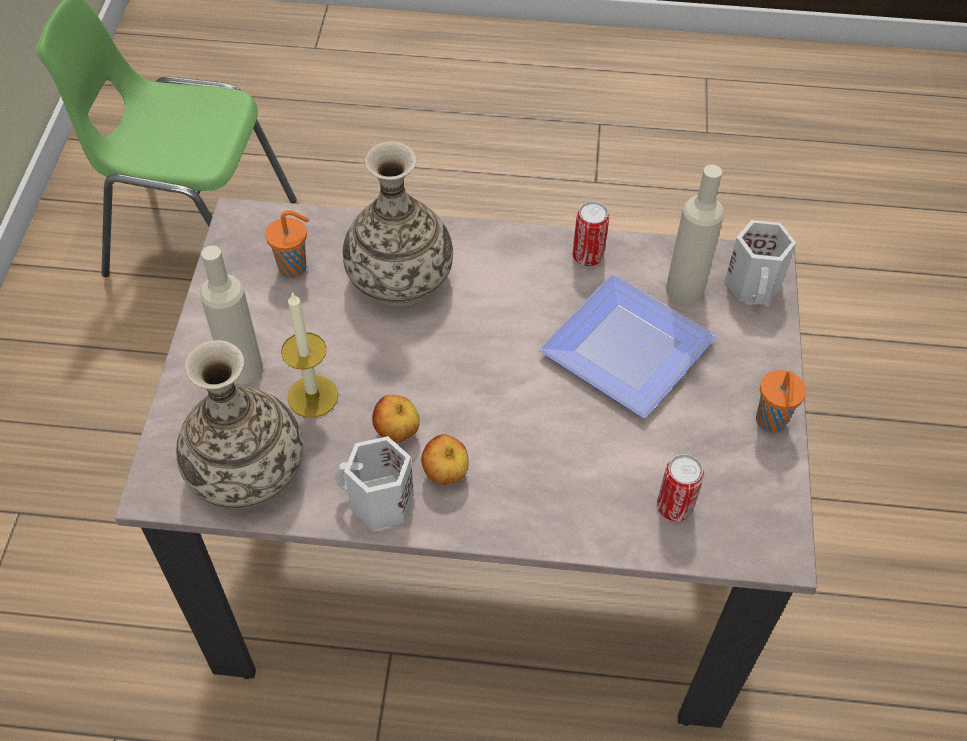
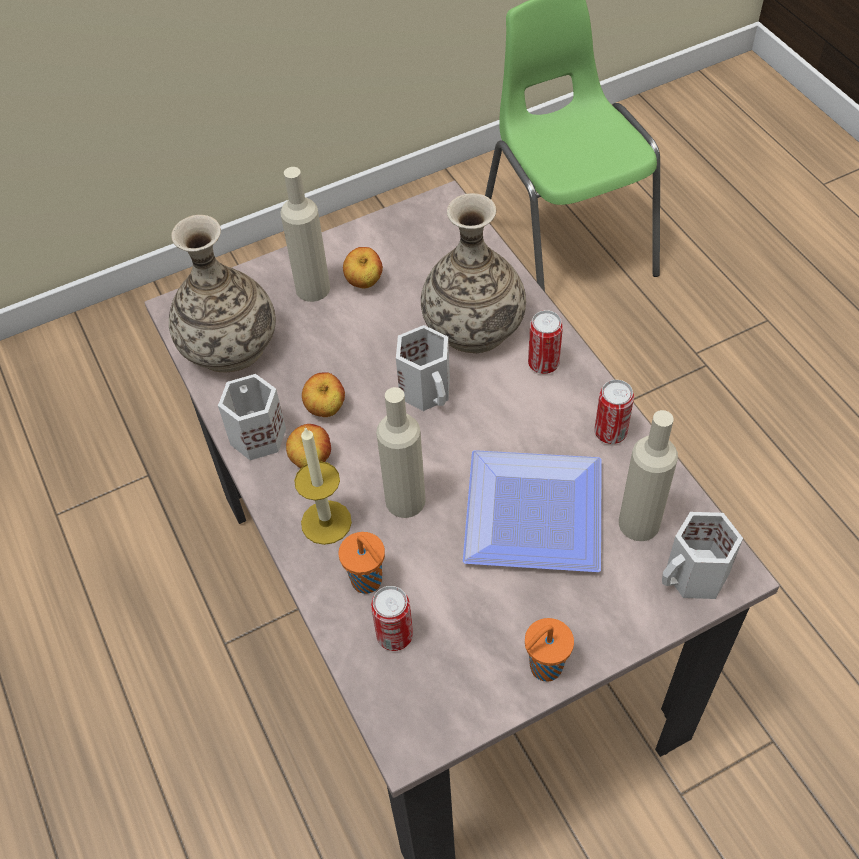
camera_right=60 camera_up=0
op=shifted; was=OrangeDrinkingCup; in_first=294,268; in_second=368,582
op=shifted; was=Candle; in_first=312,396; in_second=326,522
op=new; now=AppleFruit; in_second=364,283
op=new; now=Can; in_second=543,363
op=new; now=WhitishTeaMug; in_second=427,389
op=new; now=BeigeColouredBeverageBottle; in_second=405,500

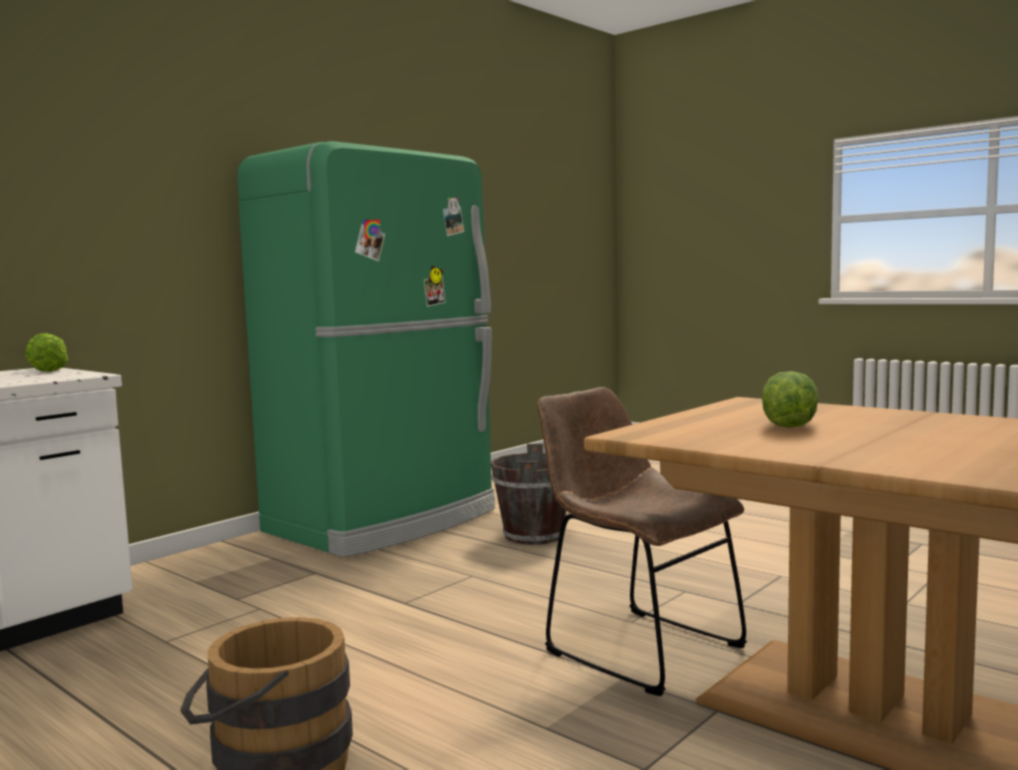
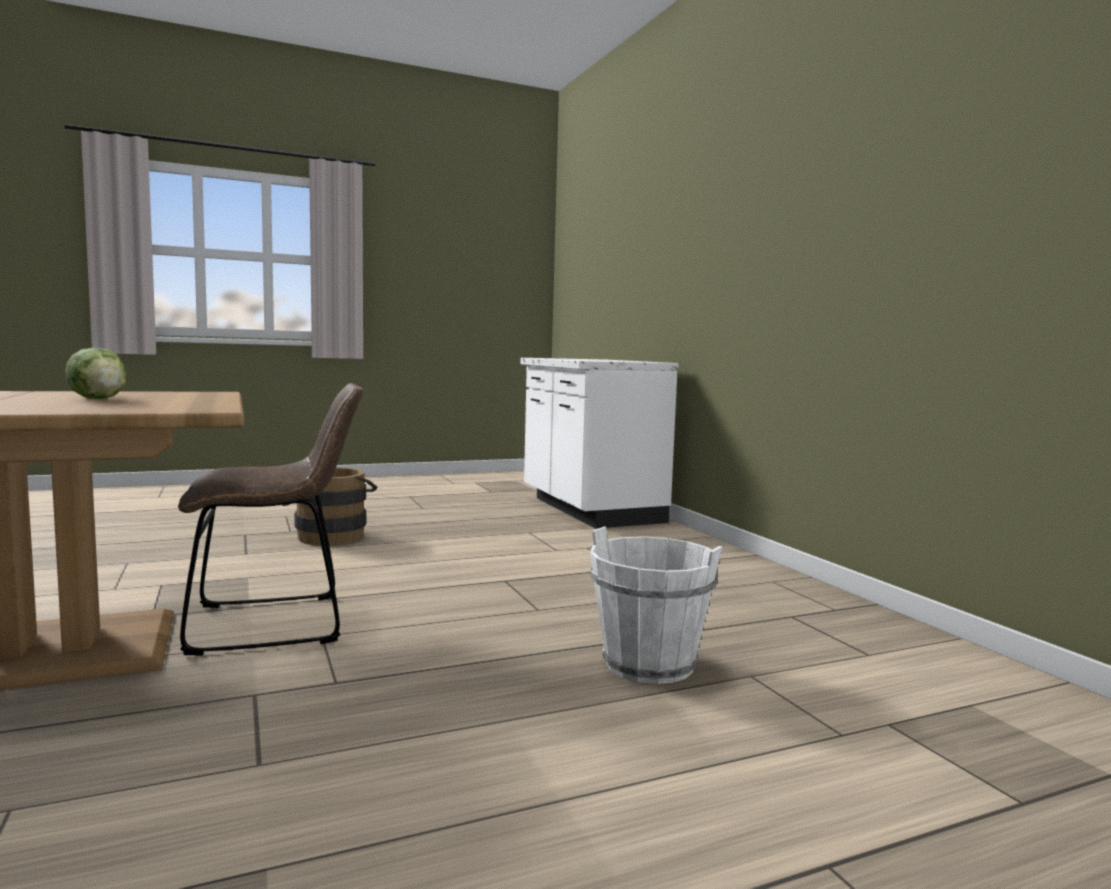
camera_right=115 camera_up=0
op=gone; was=GreenishKitchenFridge; in_first=385,521
op=gone; was=HeadOfLettuce; in_first=50,370
op=repainted; was=BrownPail; now=WhitishPail; in_first=534,536; in_second=648,664

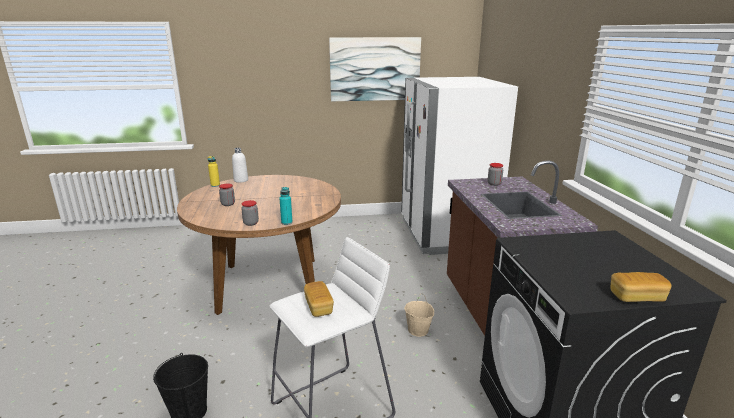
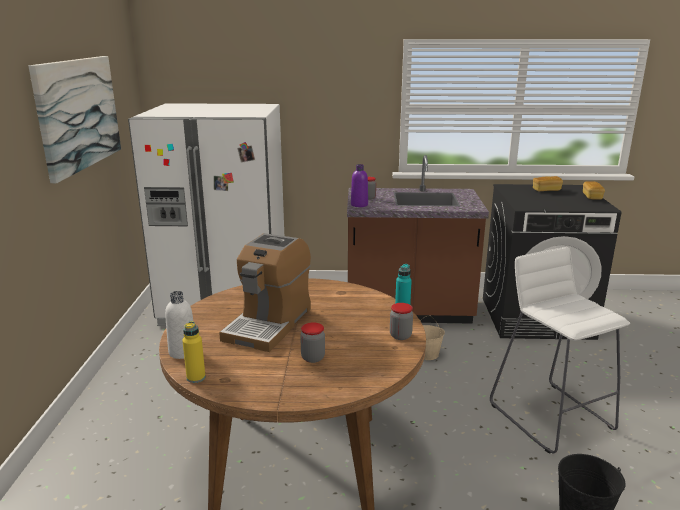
camera_right=-80 camera_up=0
op=shifted; was=BakedBread; in_first=318,307; in_second=546,190
op=new; now=PurpleBeverageBottle; in_second=359,205
op=new; now=CoffeeMachine; in_second=269,323

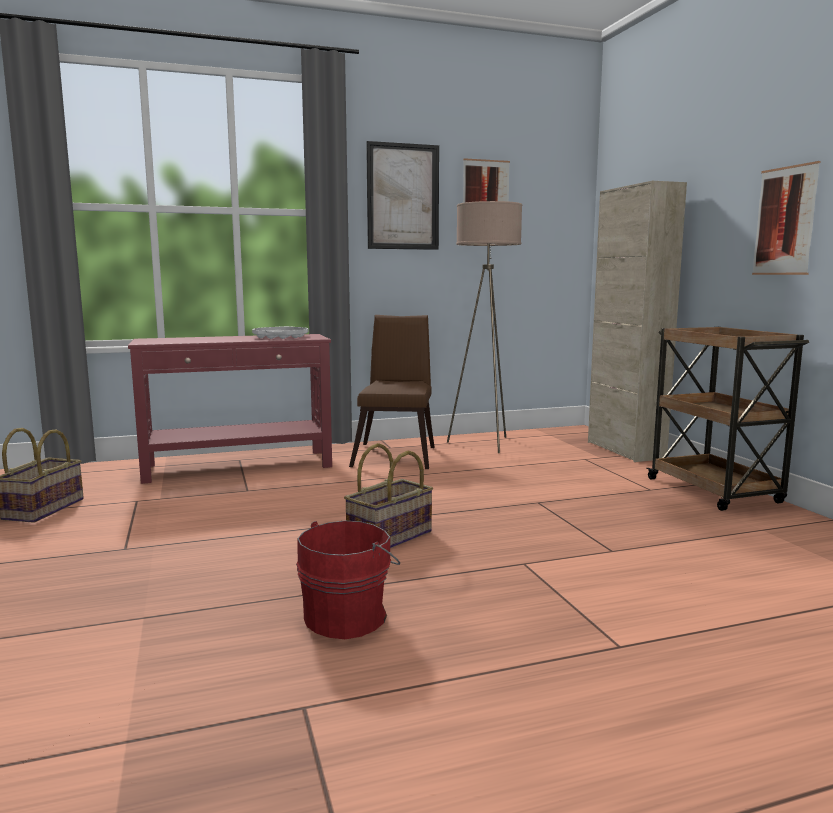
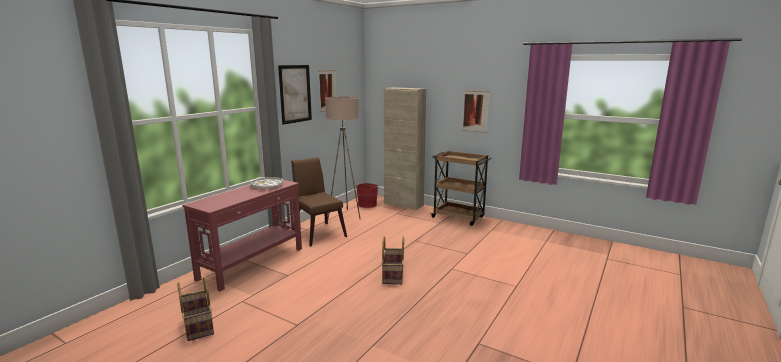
camera_right=-40 camera_up=5
op=shifted; was=RedPail; in_first=349,616; in_second=367,204

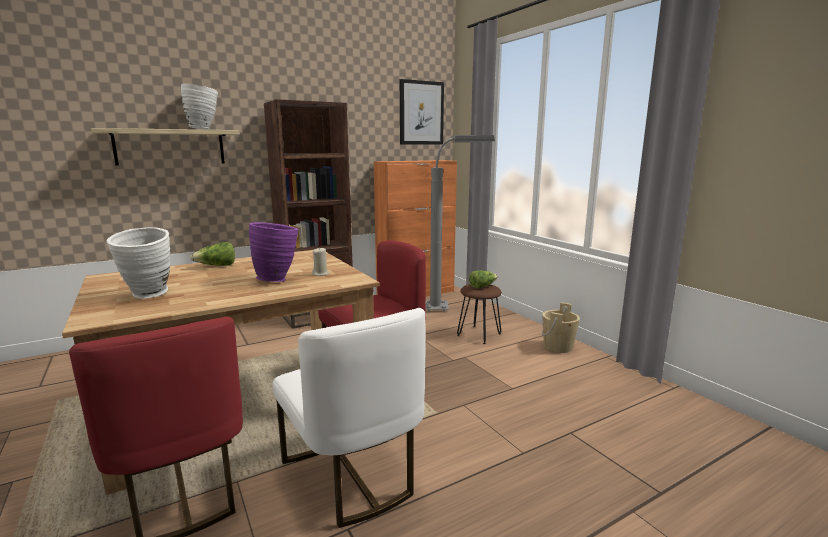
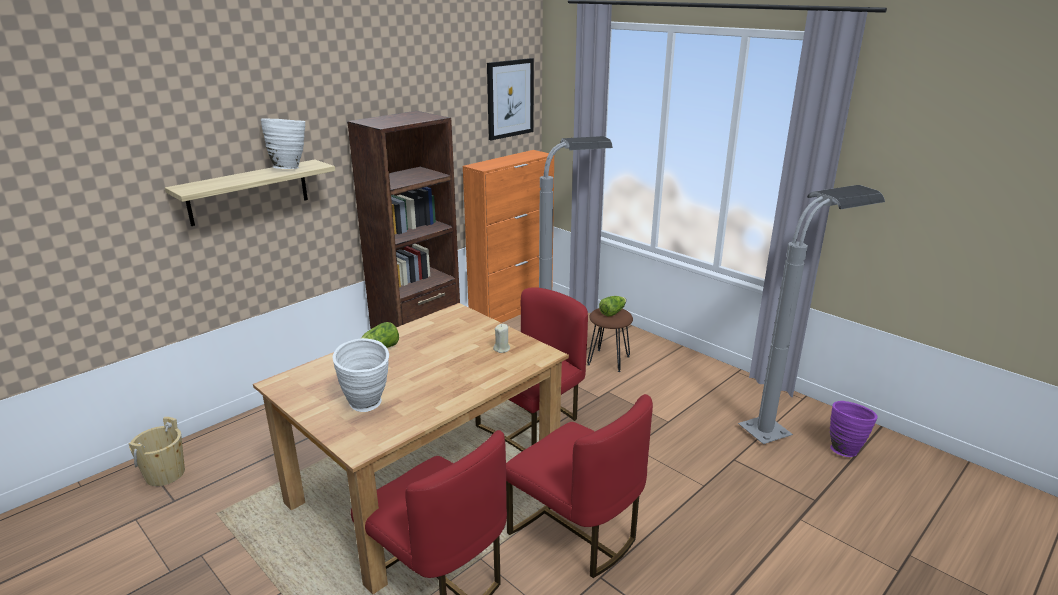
camera_right=-15 camera_up=10
op=shifted; was=PurpleFlowerVase; in_first=278,279; in_second=844,449
op=shifted; was=BeigeColouredPail; in_first=558,347; in_second=165,474
op=repainted; was=WhitishUprightChair; now=RedUprightChair; in_first=352,475; in_second=576,533
op=new; now=GrayFloorLamp; in_second=784,425

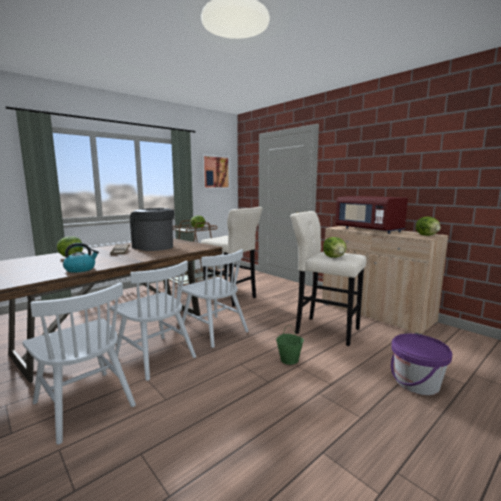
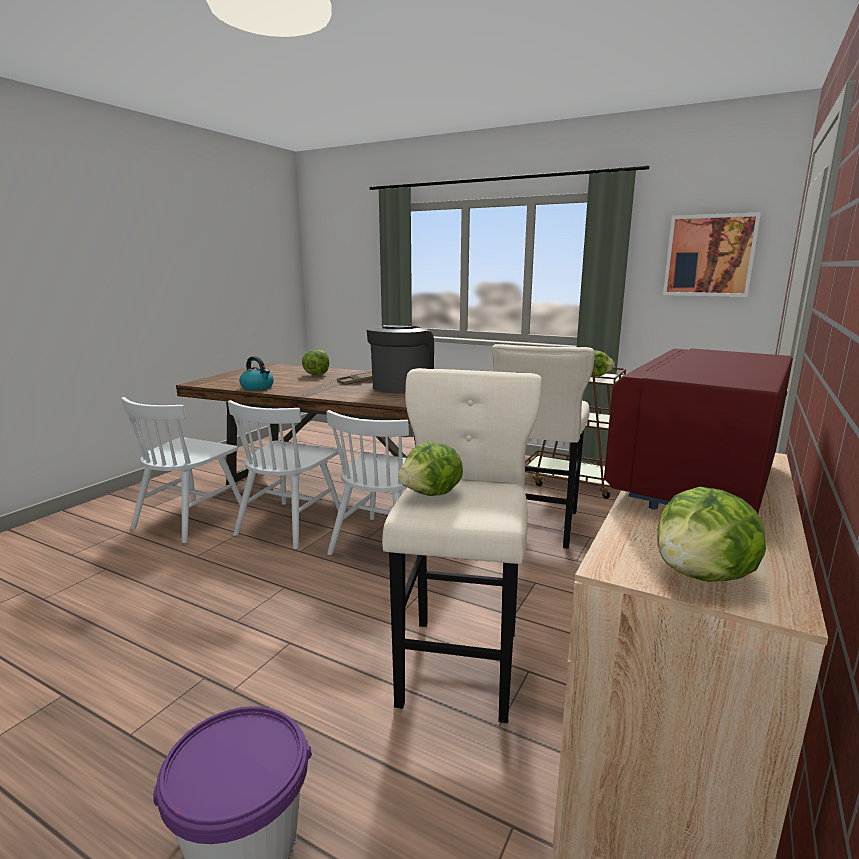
camera_right=70 camera_up=5
op=gone; was=GreenishPail; in_first=289,360

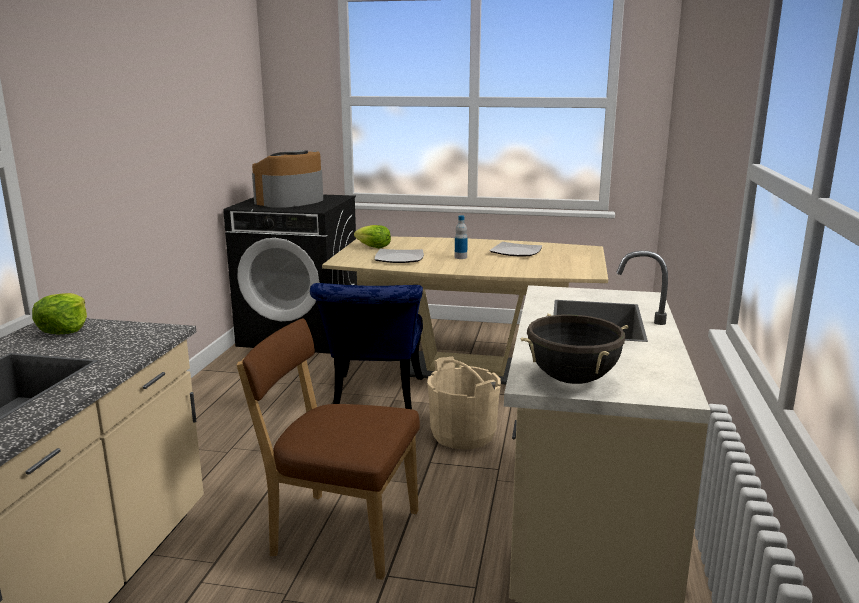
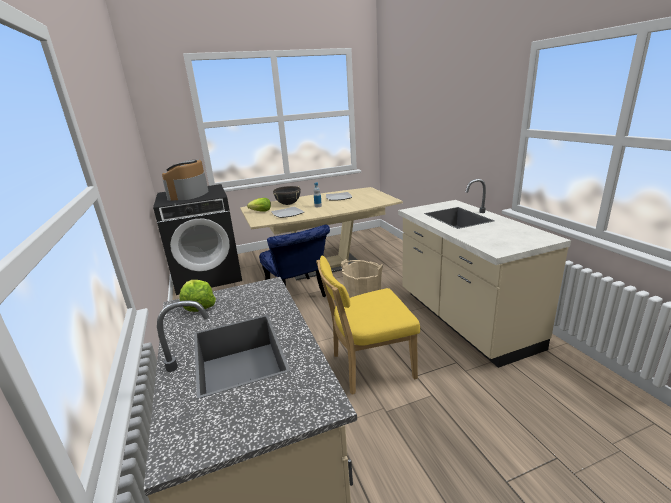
camera_right=-30 camera_up=5
op=shifted; was=BlackColouredCookingPot; in_first=572,379; in_second=288,204
op=repainted; was=BrownUprightChair; now=YellowUprightChair; in_first=339,532; in_second=368,367

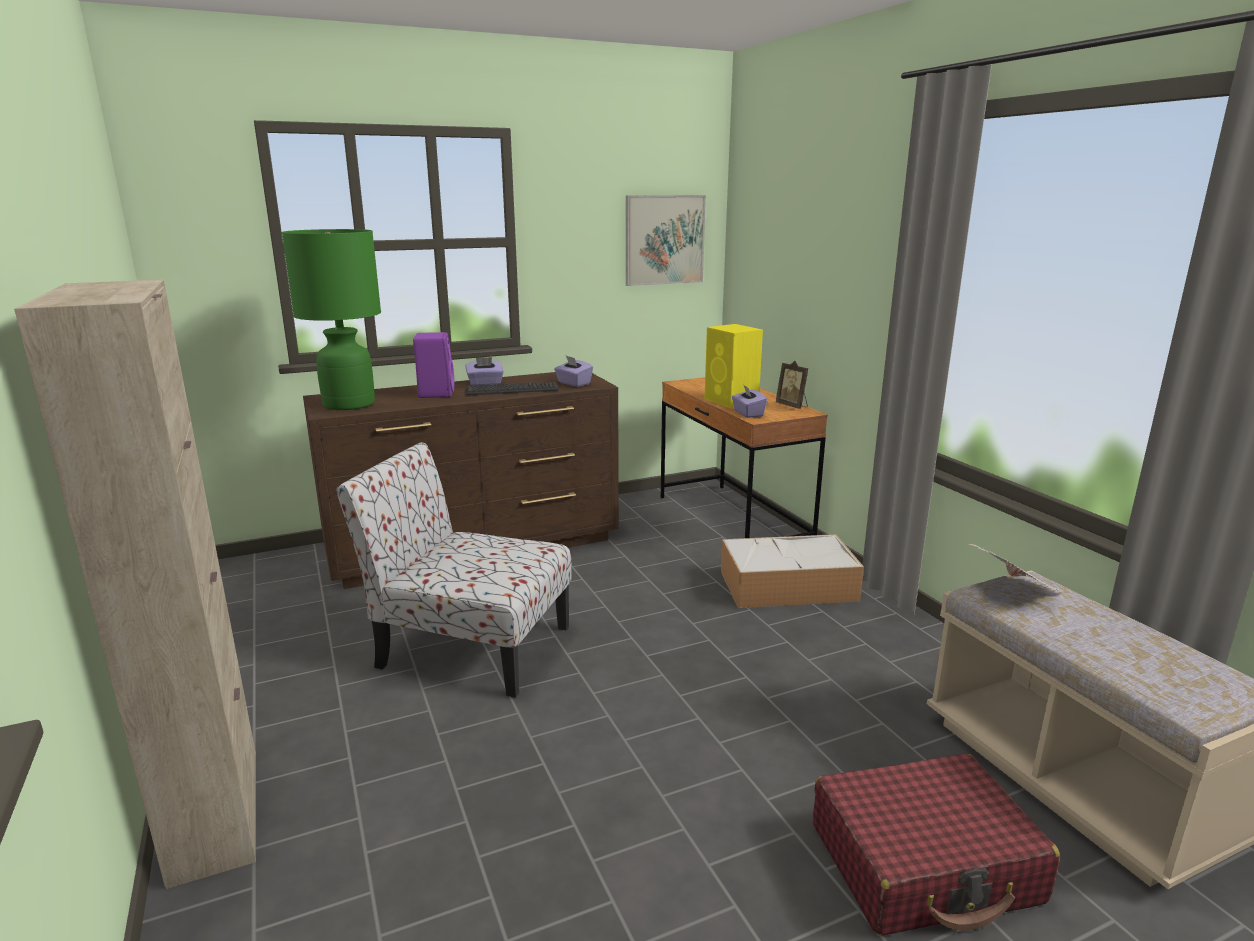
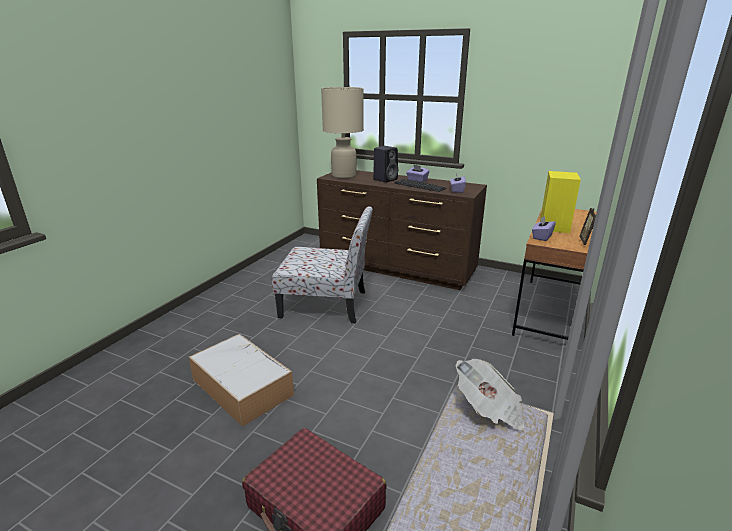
camera_right=50 camera_up=5
op=gone; was=WallArt; in_first=664,240
op=repainted; was=GreenishTabletopLamp; now=BeigeColouredTabletopLamp; in_first=349,404; in_second=344,175
op=gone; was=BeigeColouredCupboard; in_first=216,814
op=repainted; was=PurpleAudioSpeaker; now=BlackColouredAudioSpeaker; in_first=436,393; in_second=385,179
op=rotated; was=UprightChair; in_first=470,646; in_second=326,304; clockwise=120
op=shifted; was=StorageBox; in_first=786,586; in_second=241,386

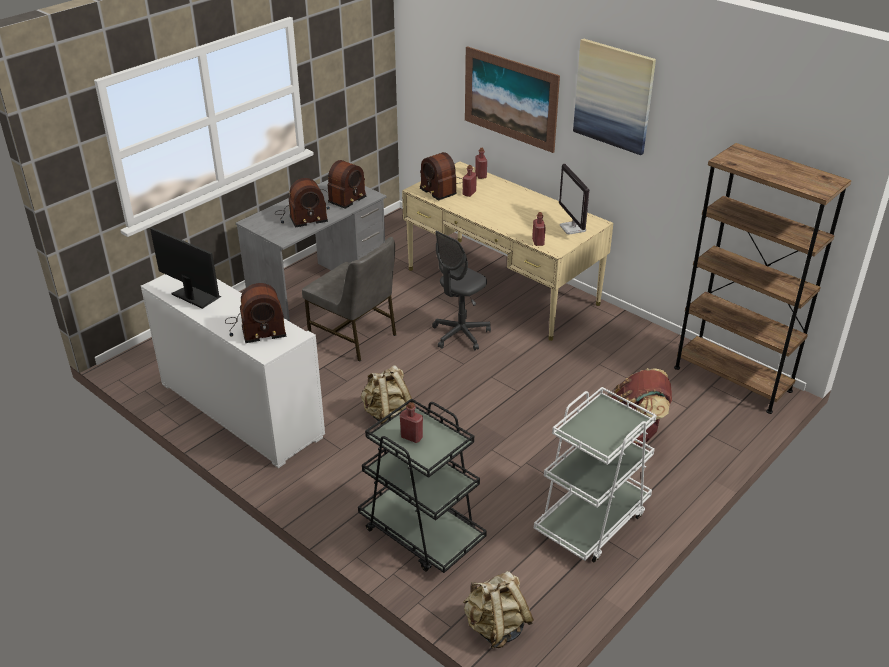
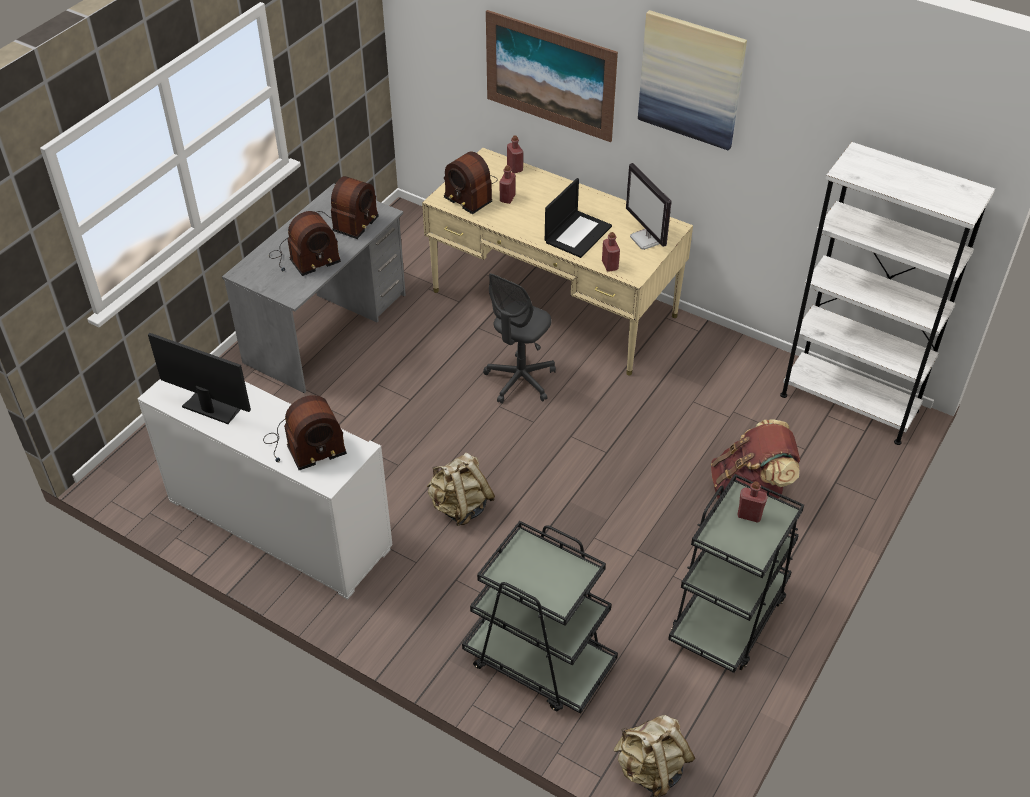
camera_right=-10 camera_up=10
op=repainted; was=BrownBookcase; now=WhitishBookcase; in_first=732,379; in_second=849,403
op=gone; was=GrayUprightChair; in_first=354,336
op=repainted; was=WhitishCart; now=BlackColouredCart; in_first=591,521; in_second=728,616
op=shifted; was=RedBeverageBottle; in_first=411,437; in_second=749,515
op=new; now=Laptop; in_second=577,233

